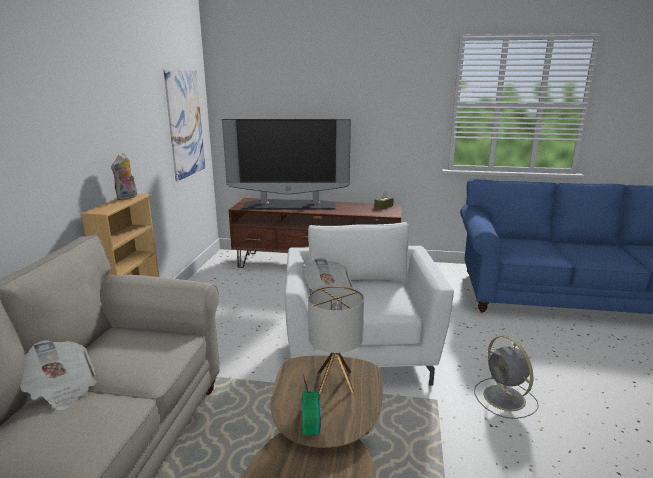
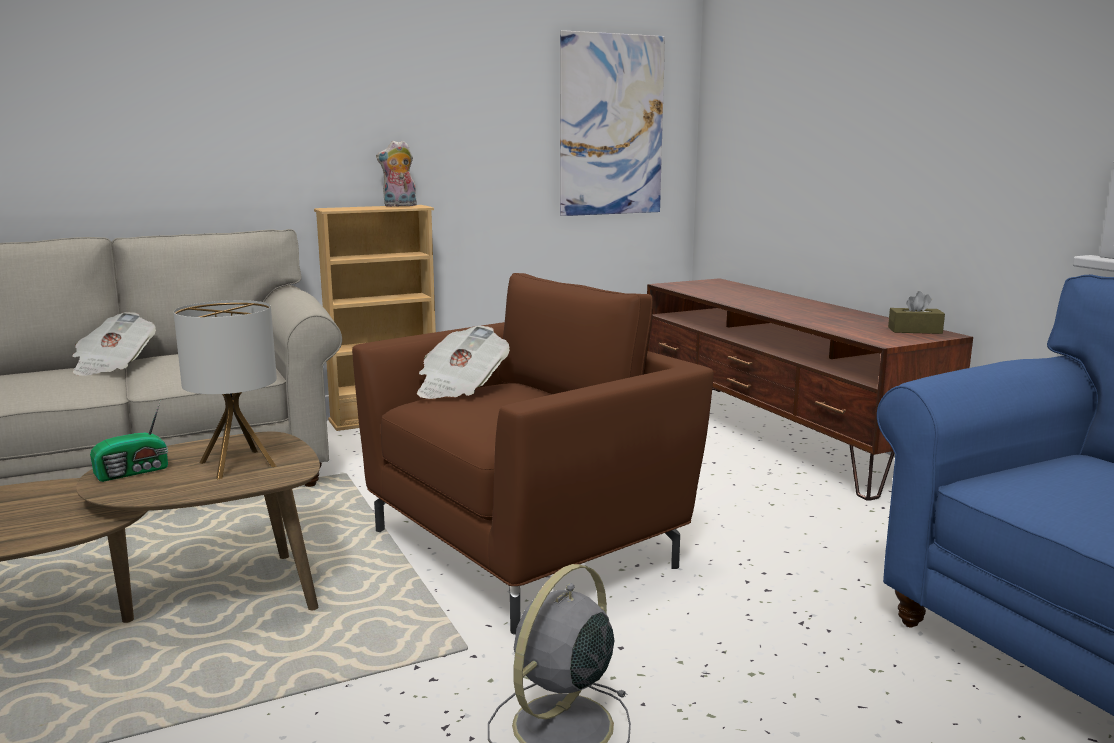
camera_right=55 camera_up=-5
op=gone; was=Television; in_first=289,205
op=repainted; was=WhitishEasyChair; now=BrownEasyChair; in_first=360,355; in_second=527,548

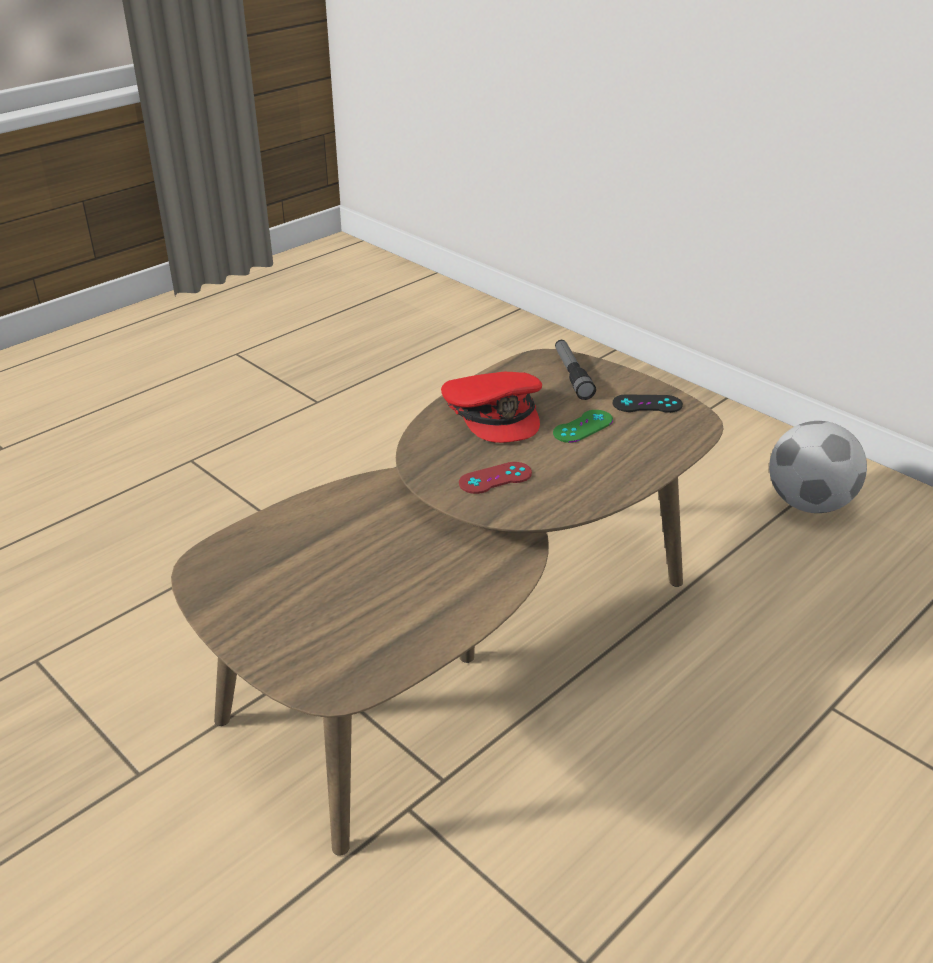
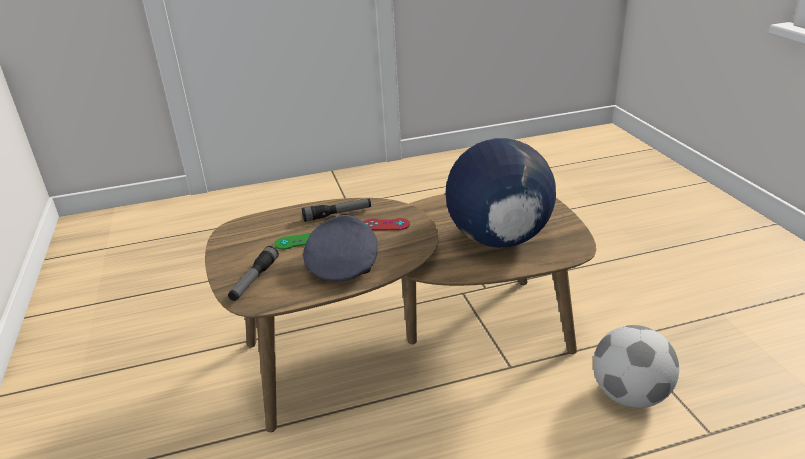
camera_right=-150 camera_up=-5
op=repainted; was=RedBaseballCap; now=GrayBaseballCap; in_first=494,413; in_second=342,264
op=gone; was=BlackColouredGameController; in_first=647,404
op=shifted; was=BallForFootball; in_first=808,503; in_second=629,395
op=new; now=Globe; in_second=498,239
op=new; now=Flashlight; in_second=337,214

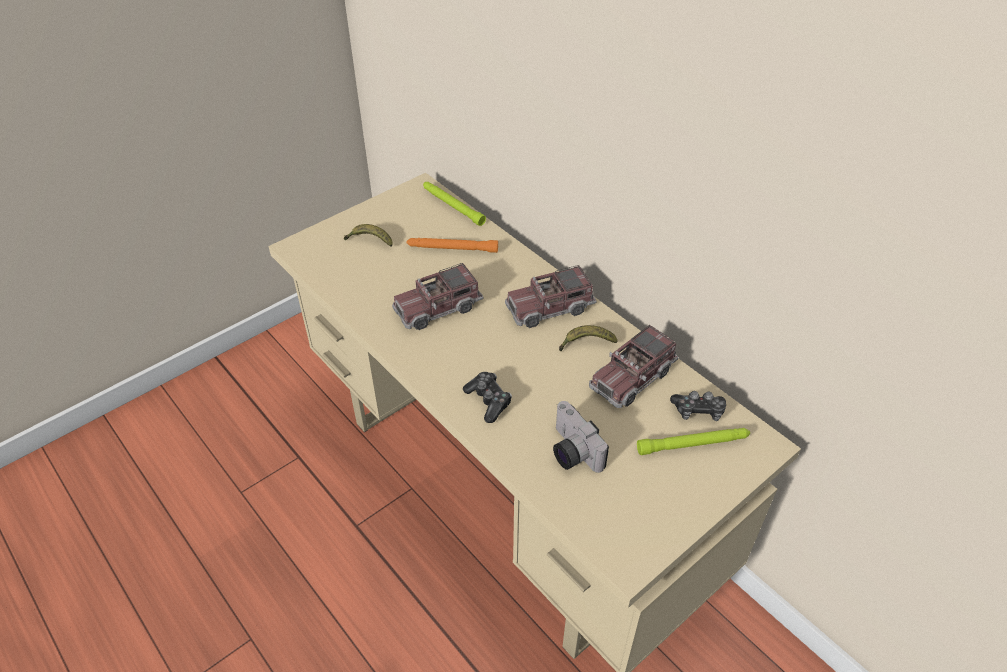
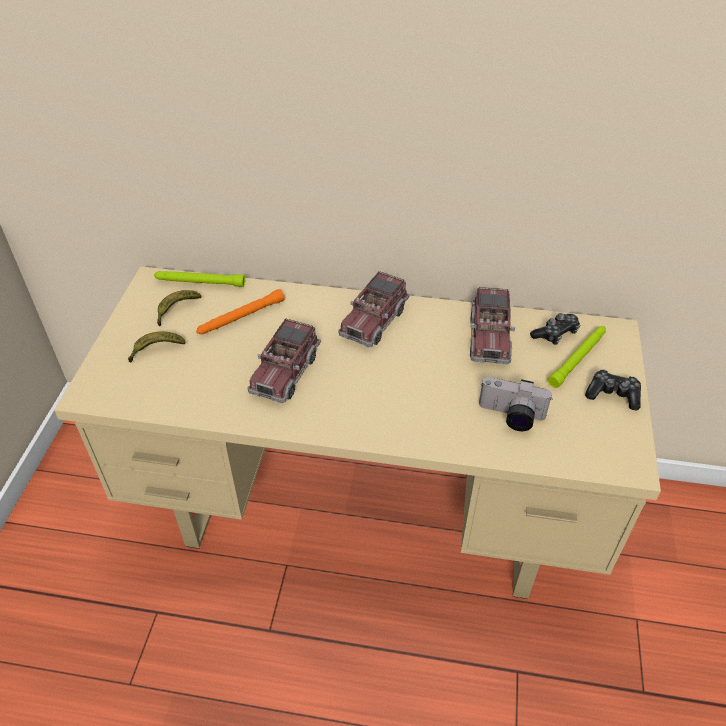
camera_right=-40 camera_up=0
op=shifted; was=Banana; in_first=586,343; in_second=176,310
op=shifted; was=GameController; in_first=488,401; in_second=612,394

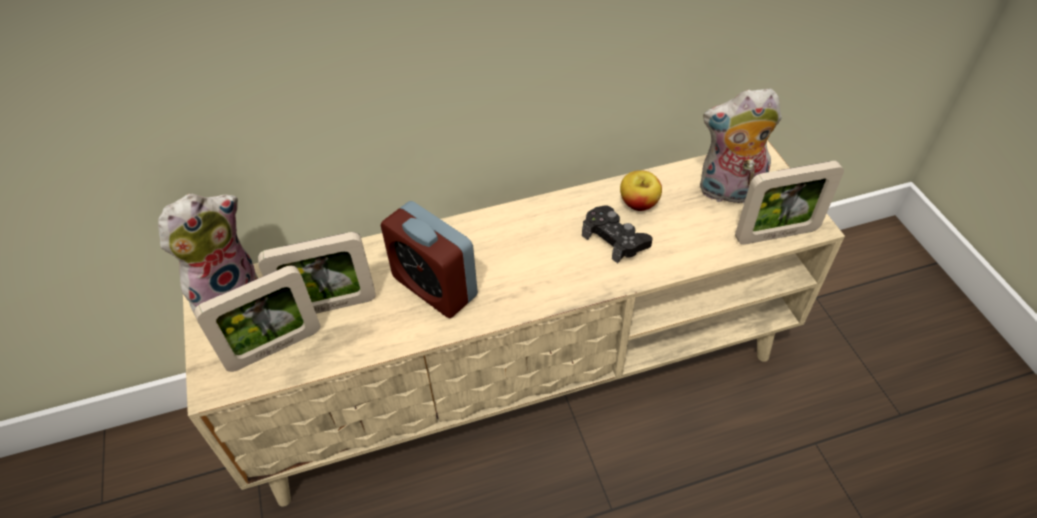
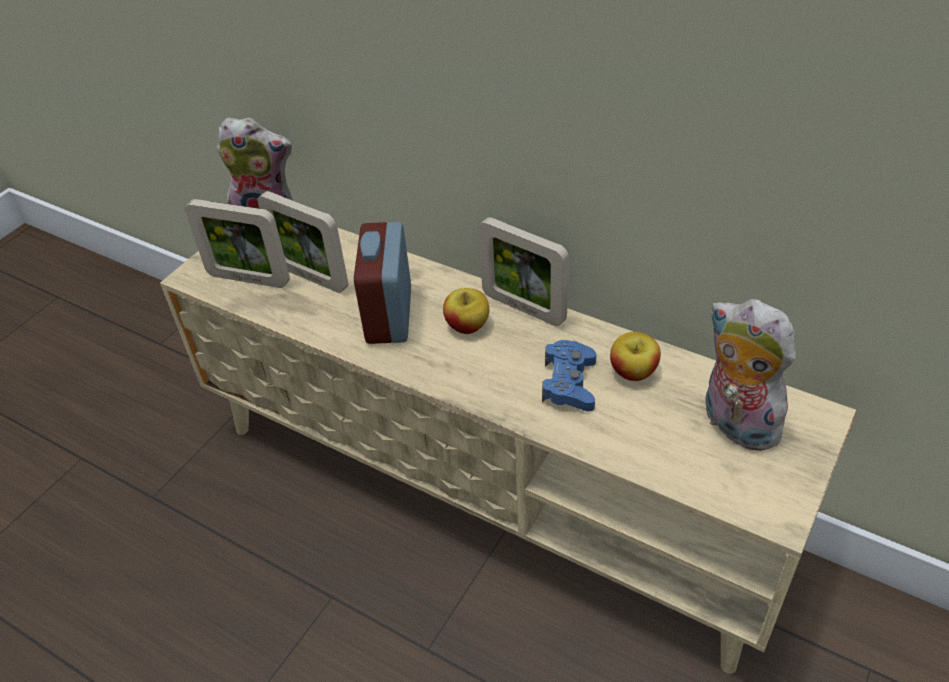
camera_right=50 camera_up=-5
op=shifted; was=PictureFrame; in_first=776,234; in_second=523,308
op=repainted; was=BlackColouredGameController; now=BlueColouredGameController; in_first=615,239; in_second=569,383
op=new; now=AppleFruit; in_second=467,325

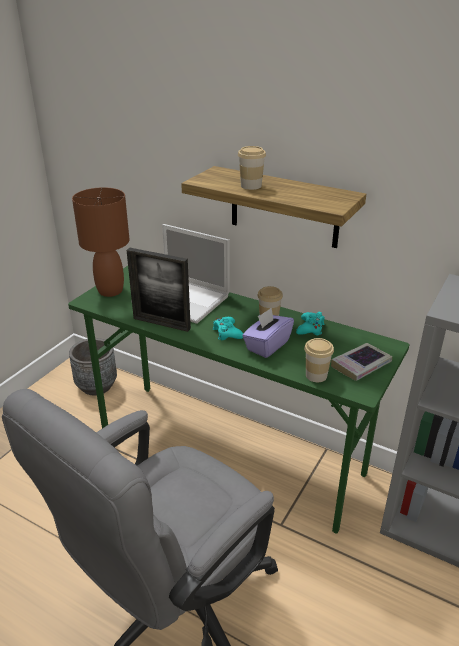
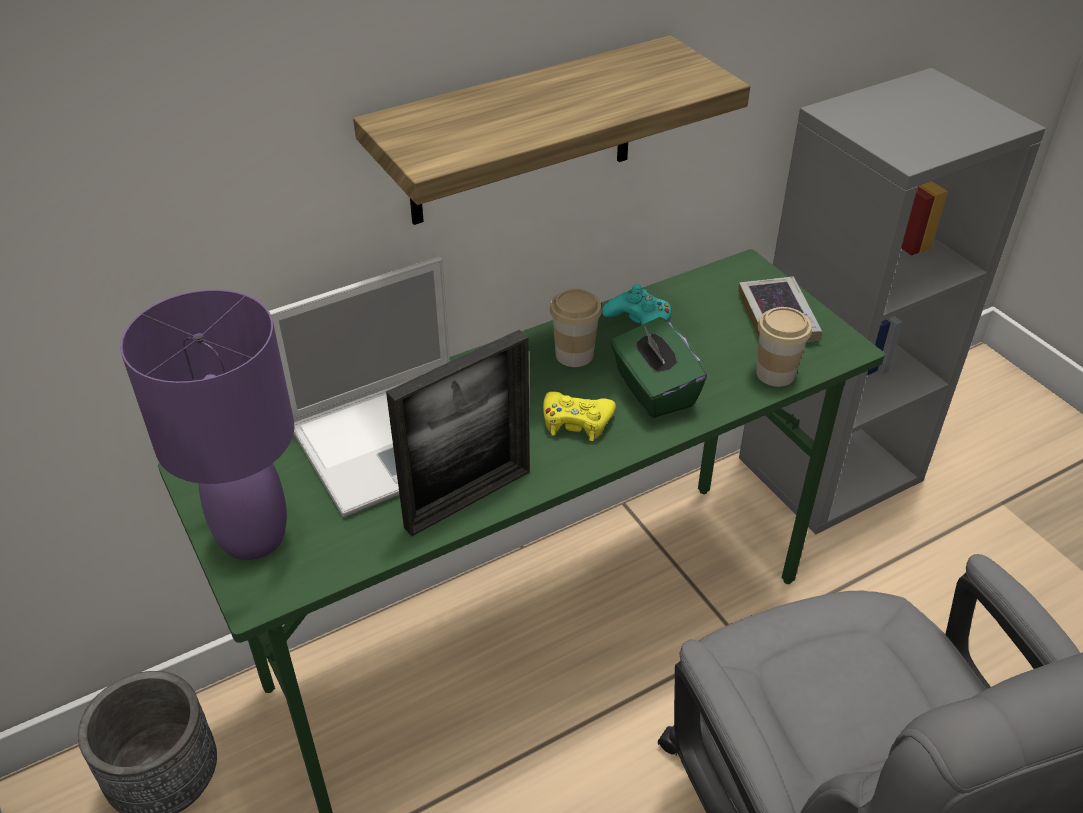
camera_right=-60 camera_up=10
op=gone; was=DrinkingCup; in_first=251,186
op=repainted; was=BrownTabletopLamp; now=PurpleTabletopLamp; in_first=110,291; in_second=252,537
op=repainted; was=PurpleBoxOfTissues; now=GreenishBoxOfTissues; in_first=267,345; in_second=653,390
op=repainted; was=TurquoiseColouredGameController; now=YellowGameController; in_first=227,333; in_second=576,422

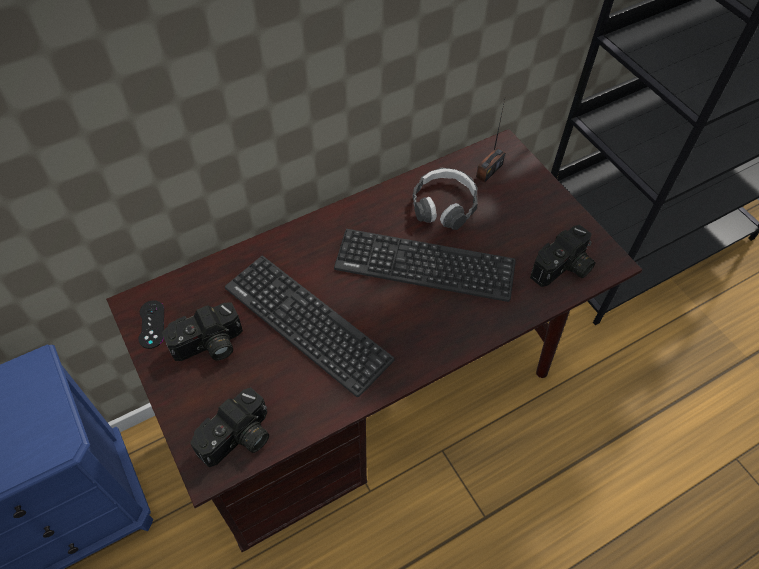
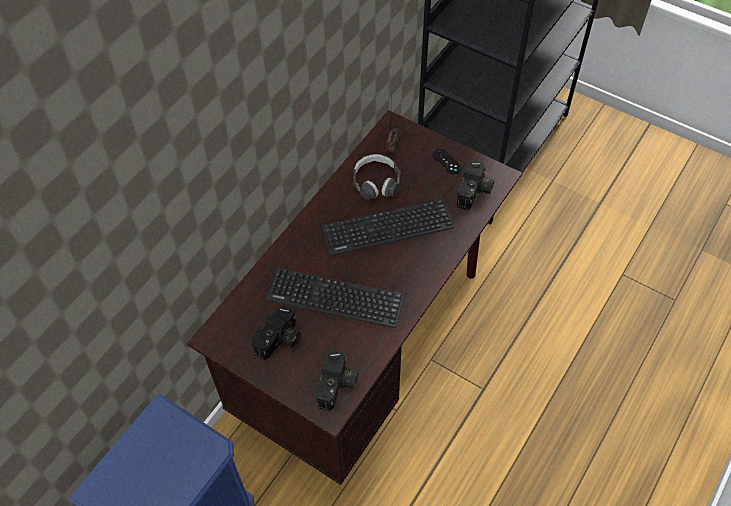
camera_right=-25 camera_up=0
op=shifted; was=BlackColouredGameController; in_first=151,324; in_second=446,162

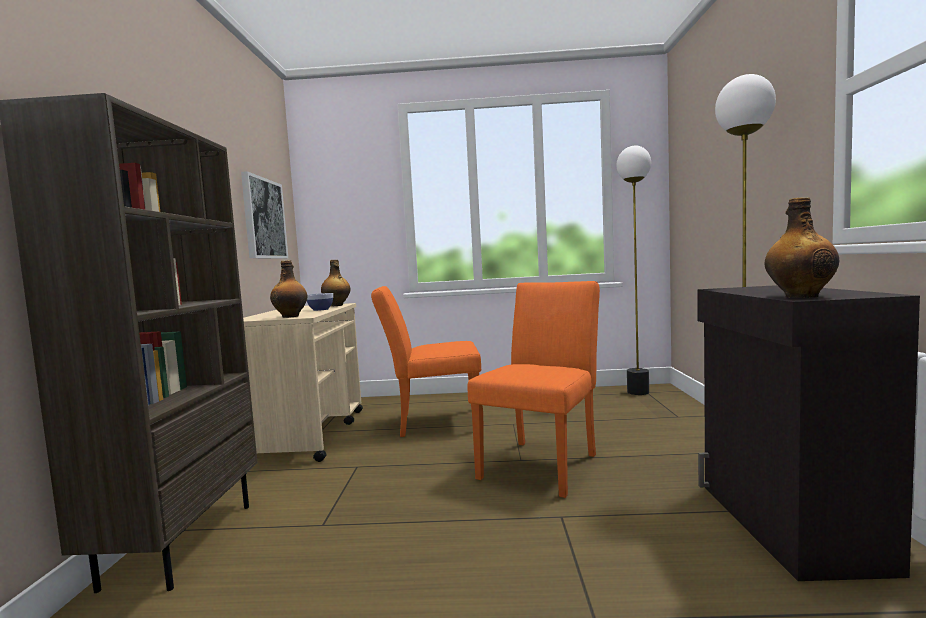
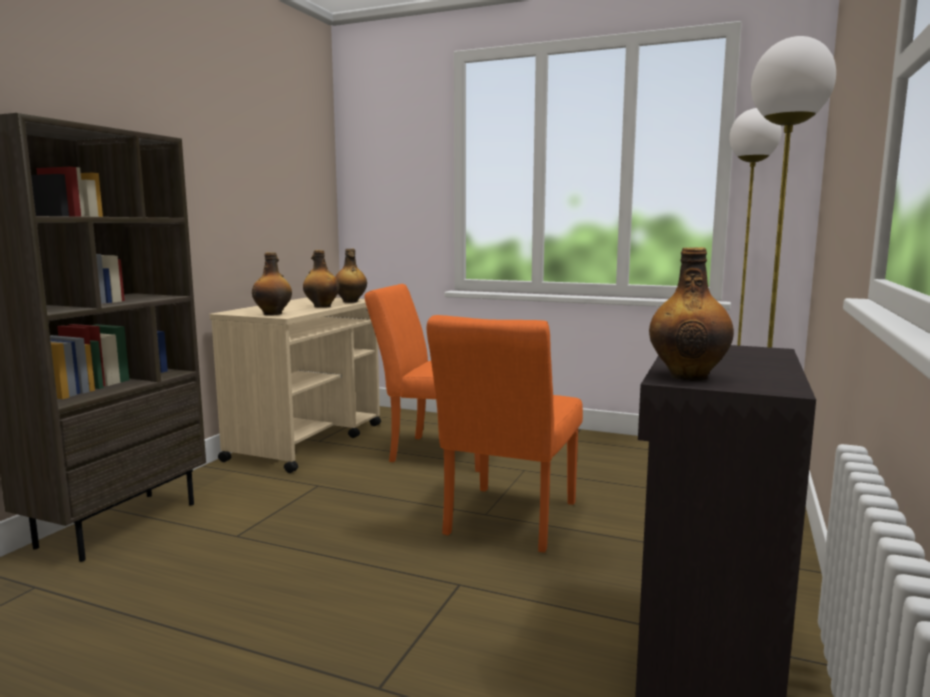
camera_right=20 camera_up=5
op=gone; was=WallArt; in_first=263,219
op=rotated; was=OrangeUprightChair; in_first=543,463; in_second=506,523; clockwise=150
op=swapped; was=ServingBowl; now=BeverageBottle; in_first=320,309; in_second=321,306

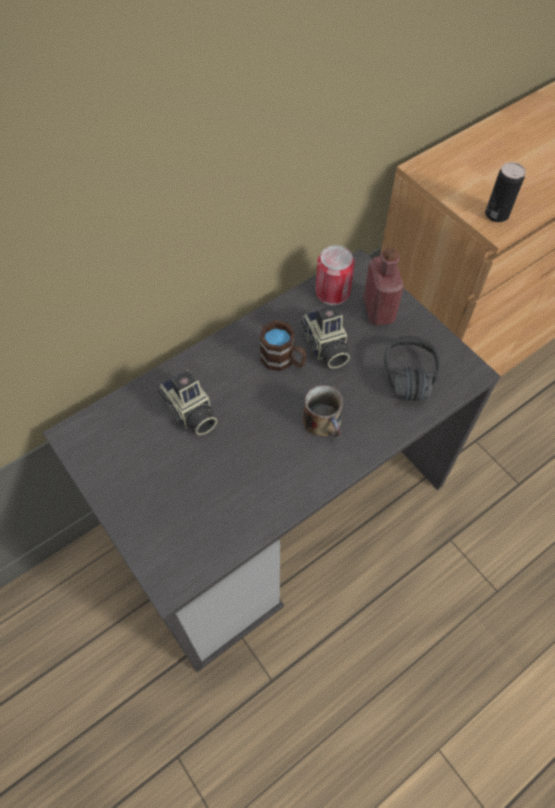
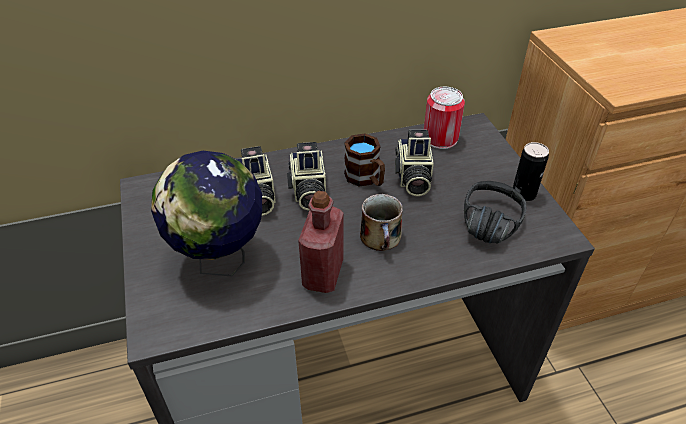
camera_right=20 camera_up=-15
op=shifted; was=Can; in_first=496,214; in_second=523,194
op=shifted; was=RedBeverageBottle; in_first=378,310; in_second=323,274
op=new; now=StillCamera; in_second=307,192
op=new; now=Globe; in_second=220,261

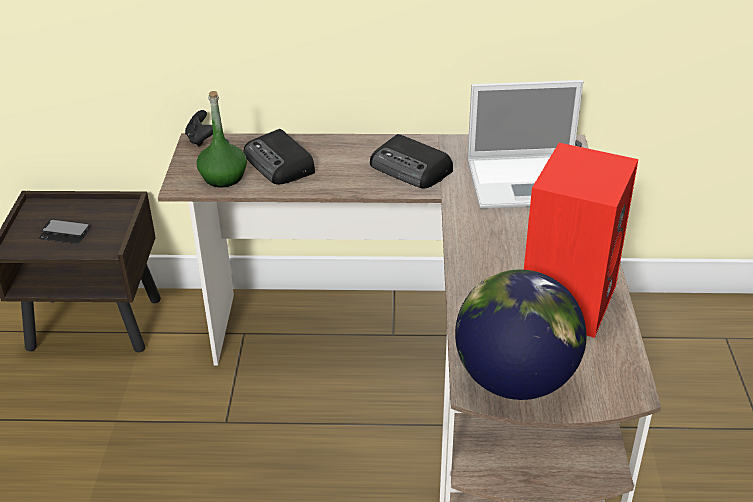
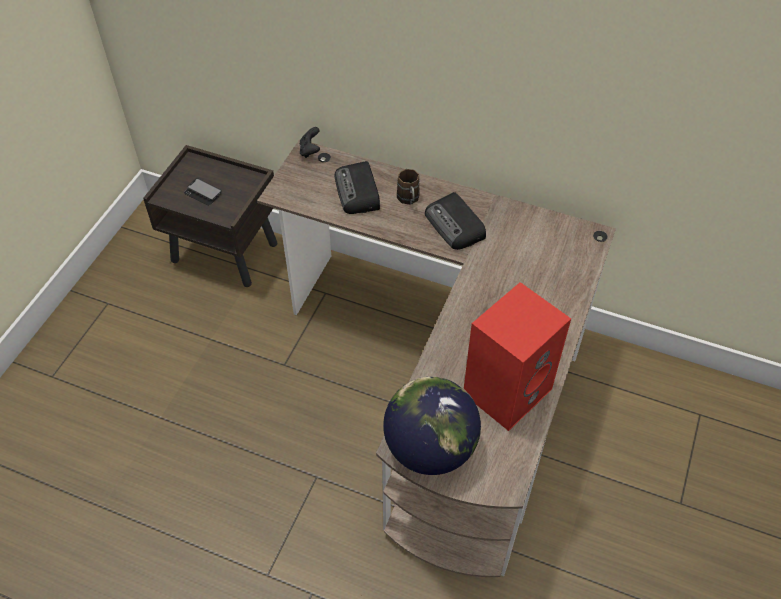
camera_right=20 camera_up=15
op=gone; was=Laptop; in_first=530,181
op=gone; was=GreenishBeverageBottle; in_first=223,178
op=new; now=BrownTeaMug; in_second=409,200

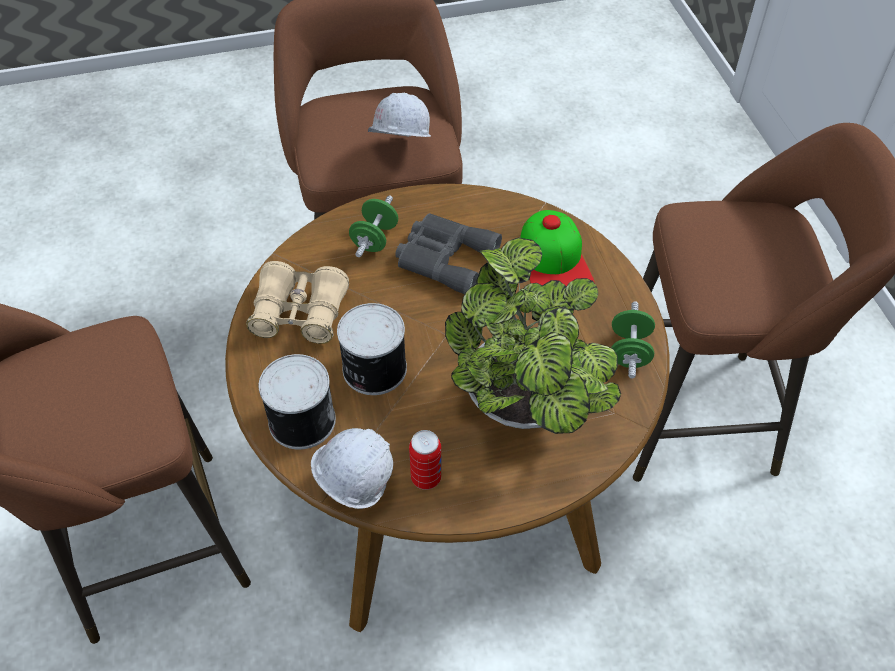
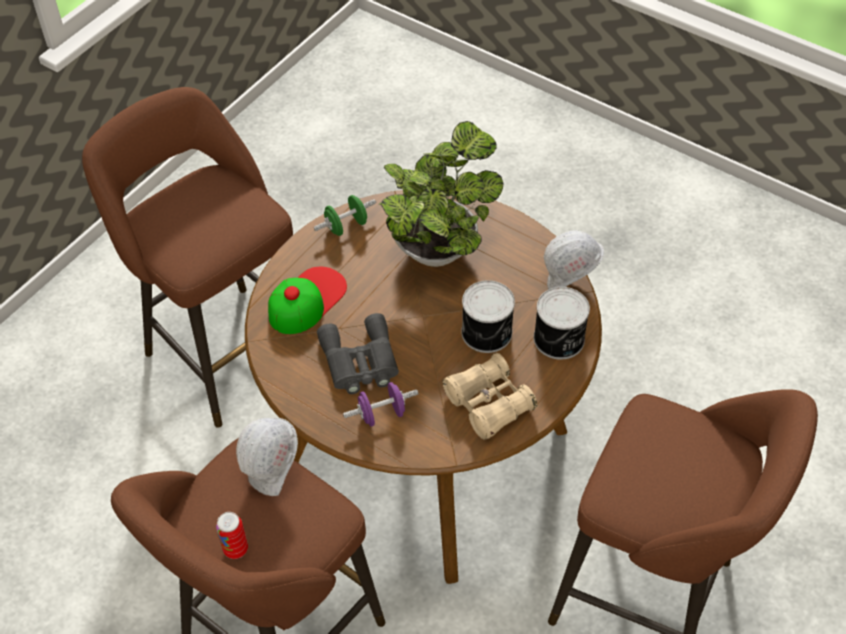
camera_right=-130 camera_up=0
op=repainted; was=GreenishHandWeight; now=PurpleHandWeight; in_first=375,239; in_second=381,414
op=shifted; was=Can; in_first=426,478; in_second=235,549

